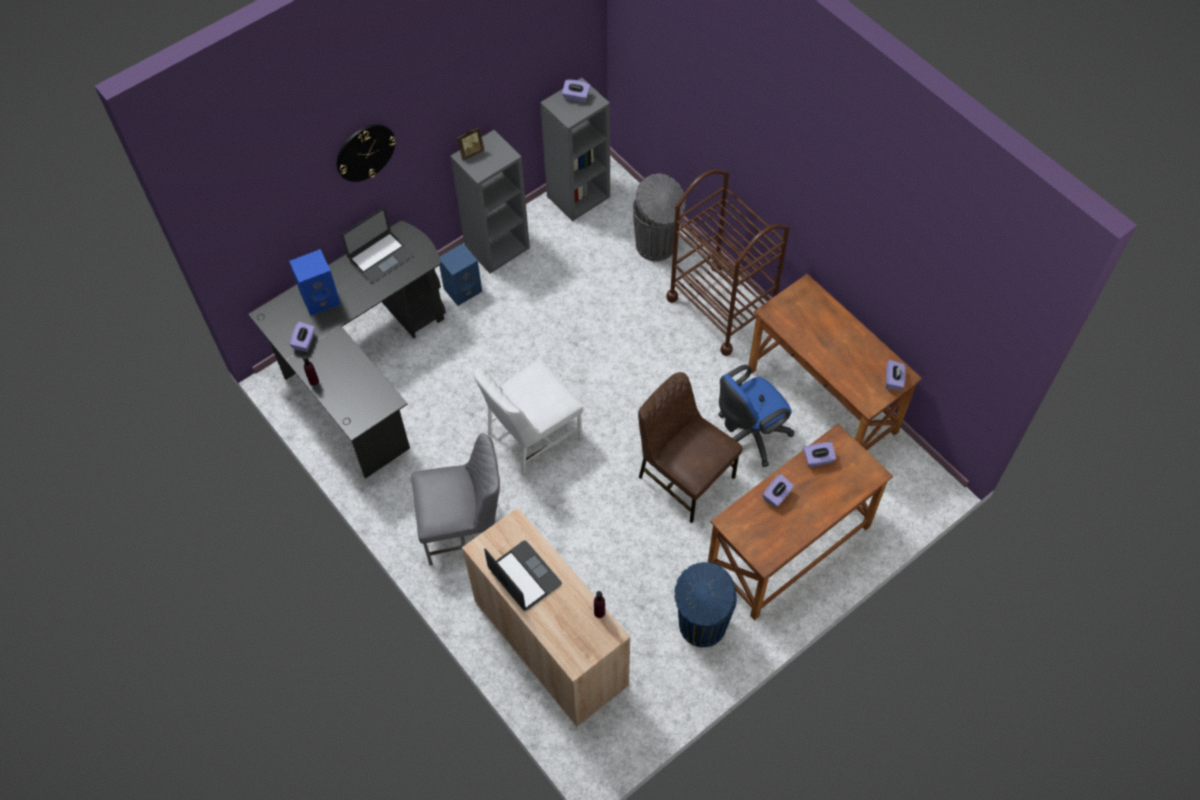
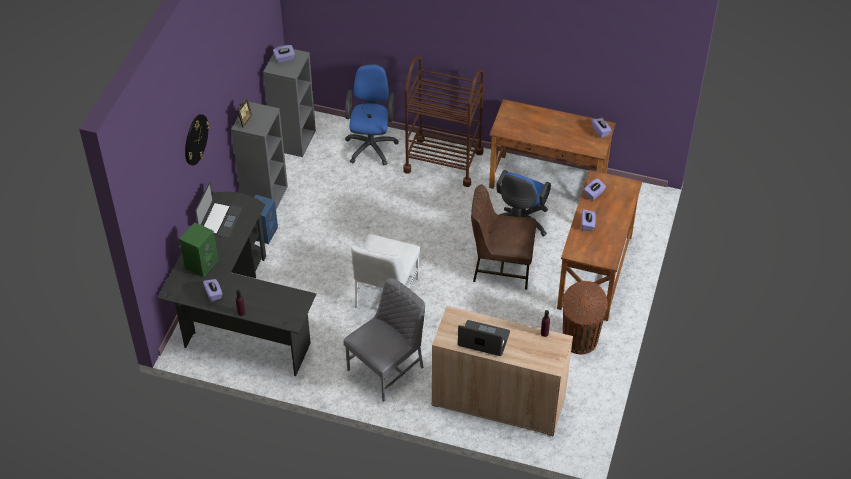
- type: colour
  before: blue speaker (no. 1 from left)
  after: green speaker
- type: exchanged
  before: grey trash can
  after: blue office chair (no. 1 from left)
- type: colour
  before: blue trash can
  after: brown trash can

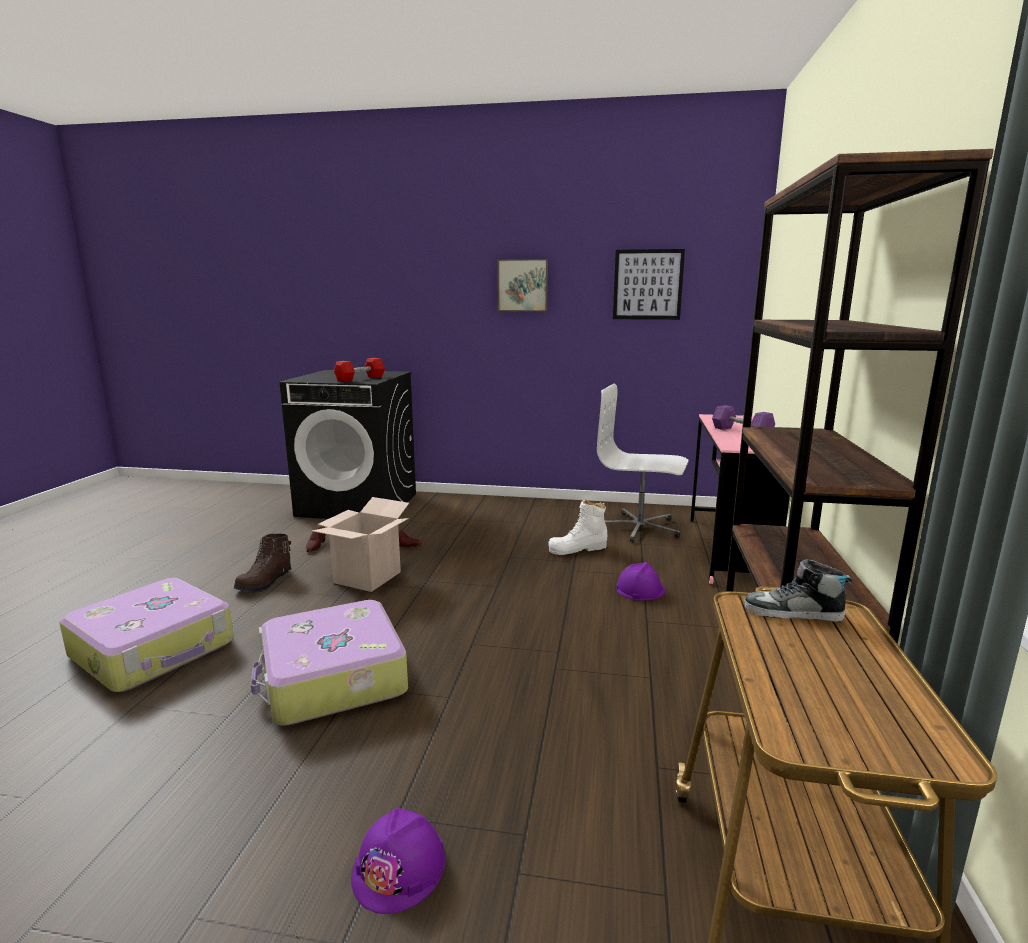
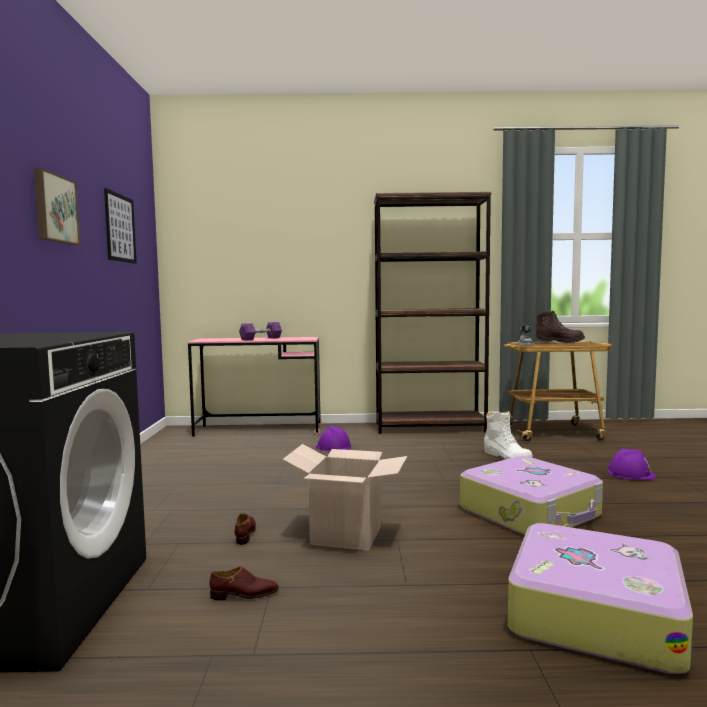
- type: relocated
  before: white boot
- type: relocated
  before: brown boot
- type: missing
  before: red dumbbell
- type: missing
  before: white office chair

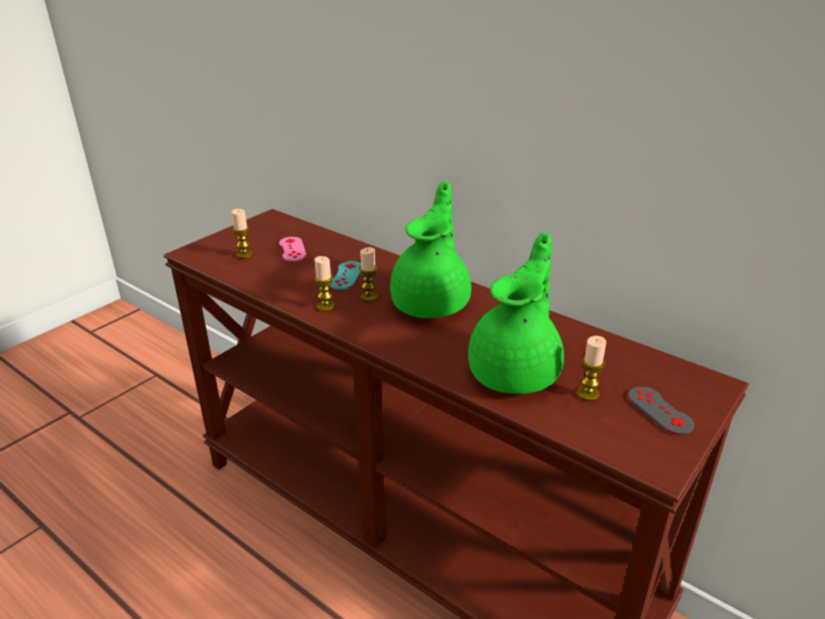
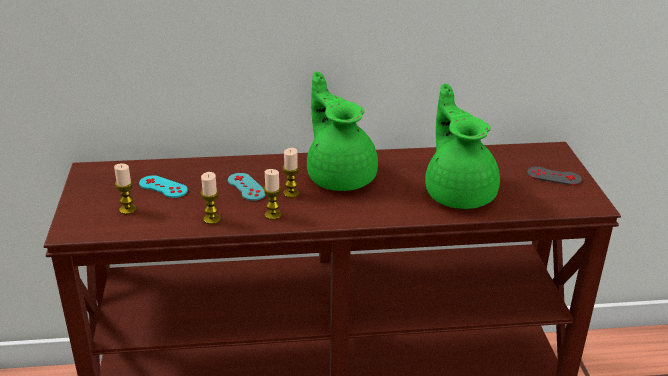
- type: colour
  before: pink game controller
  after: turquoise game controller (no. 1 from left)
- type: relocated
  before: candle (no. 4 from left in the first image)
  after: candle (no. 2 from left)

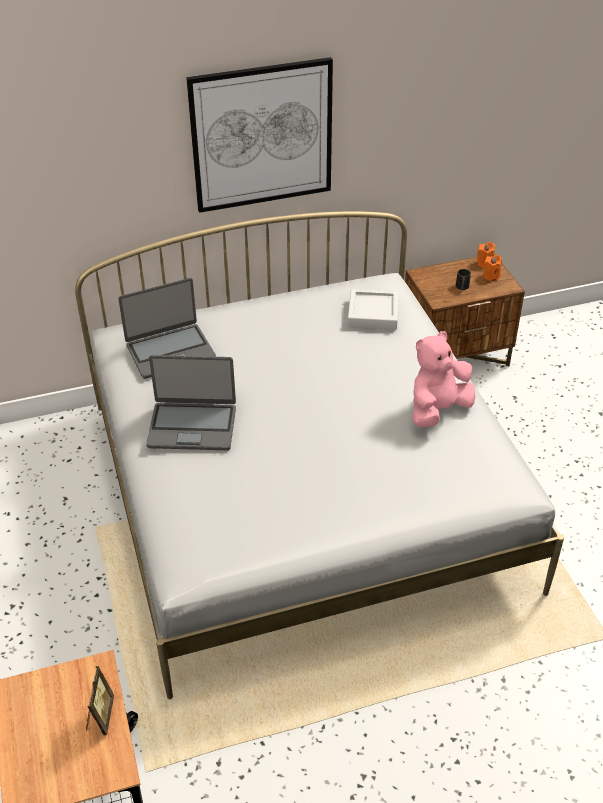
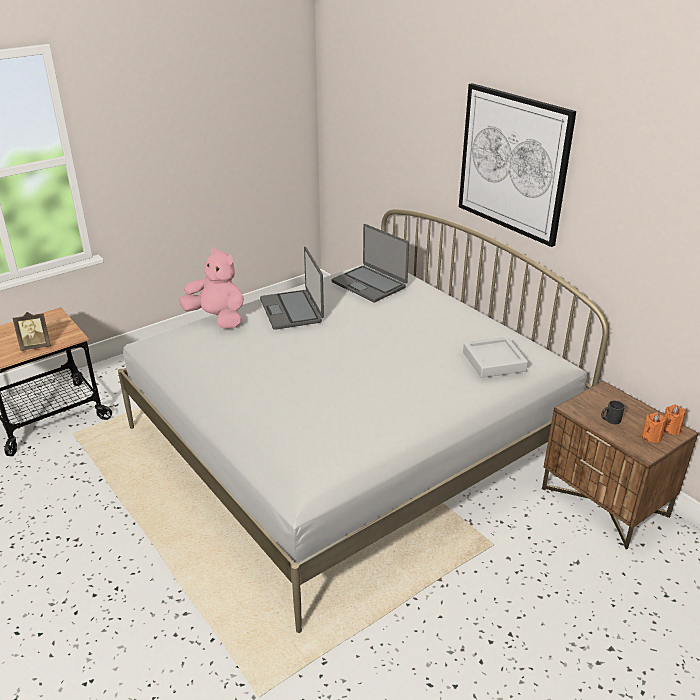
- type: relocated
  before: pink plush toy

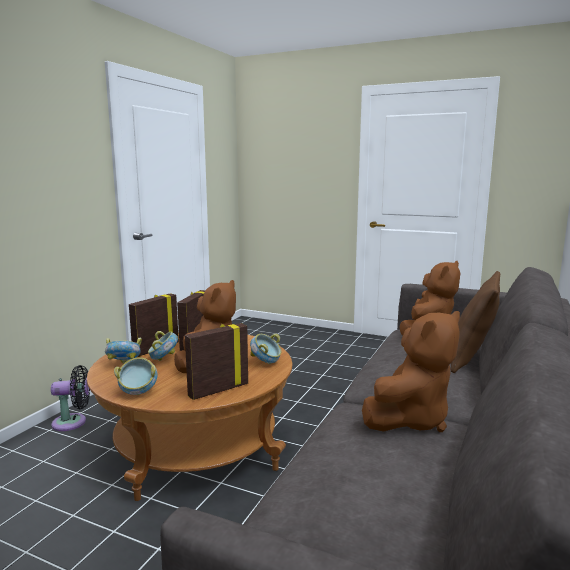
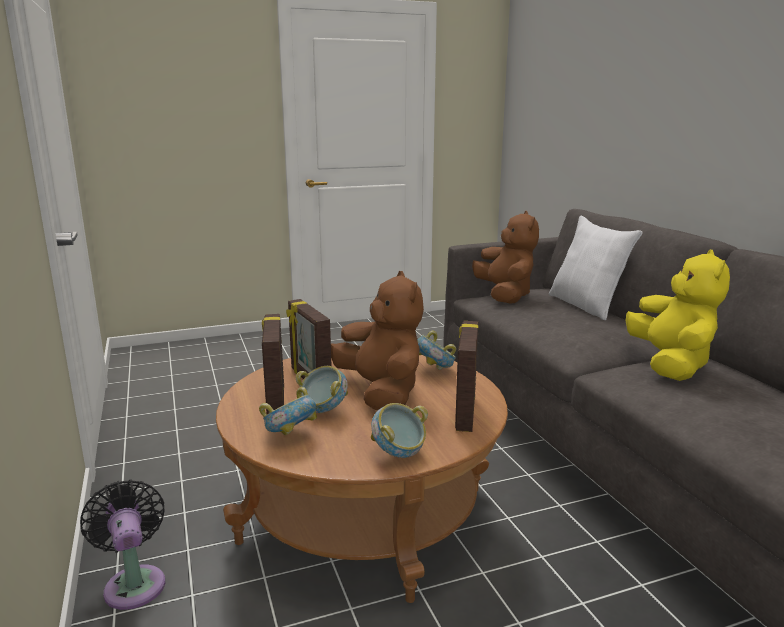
- type: spun
  before: black fan
  turn: -60
- type: colour
  before: brown pillow
  after: white pillow
- type: colour
  before: brown plush toy (no. 2 from left)
  after: yellow plush toy

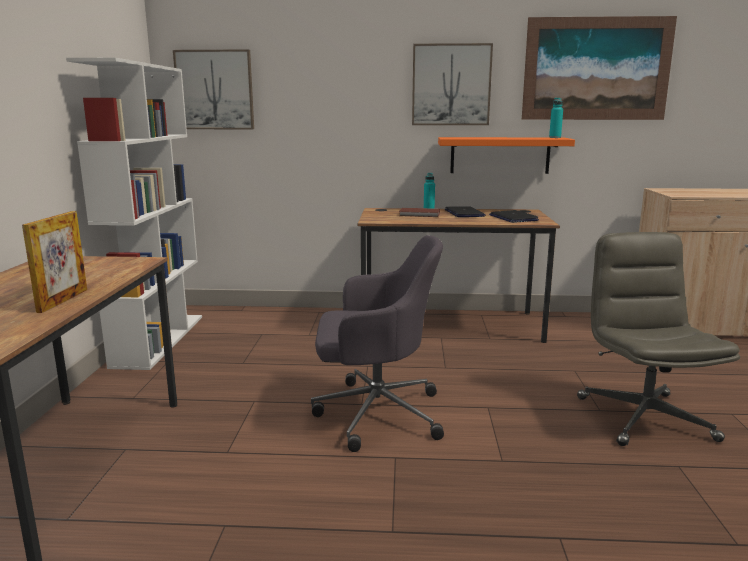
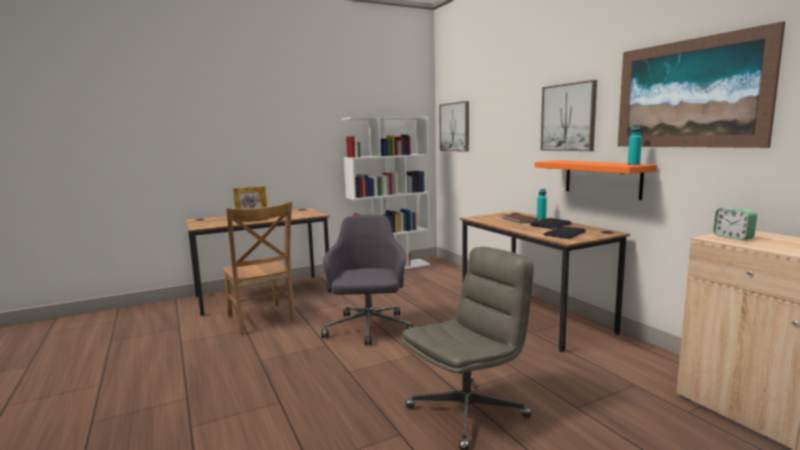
- type: appeared
  after: brown chair
- type: spun
  before: grey office chair (no. 1 from left)
  turn: -150
- type: appeared
  after: alarm clock

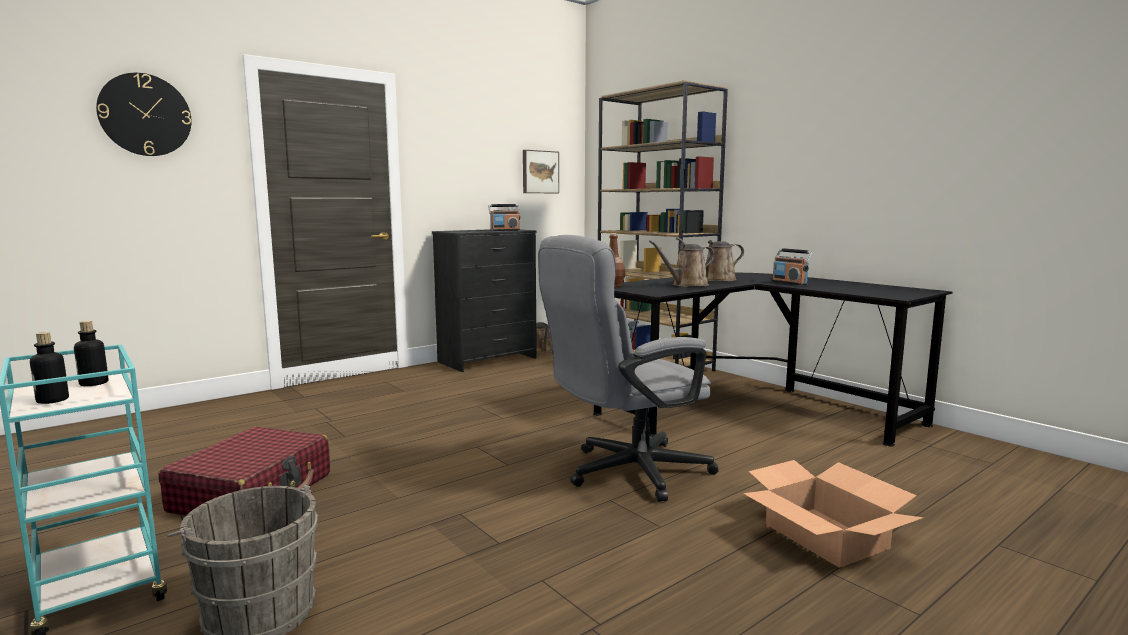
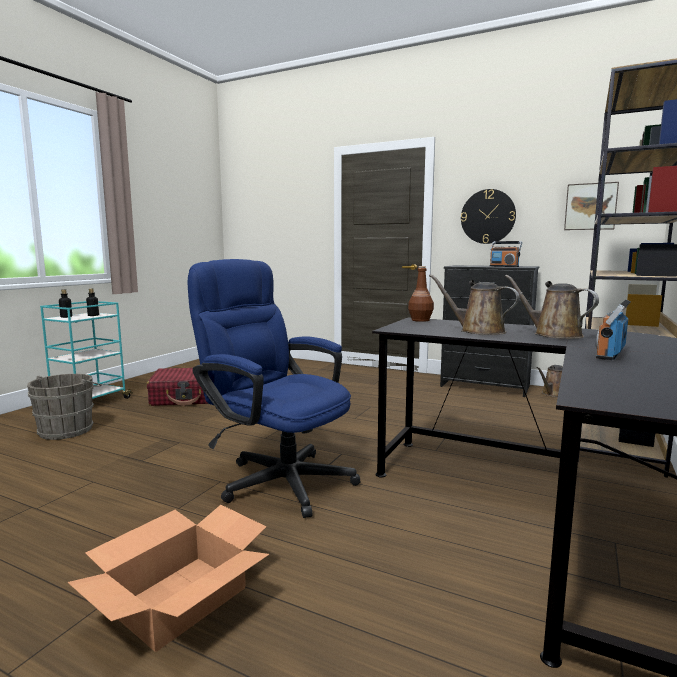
- type: colour
  before: grey office chair
  after: blue office chair
- type: relocated
  before: wall clock

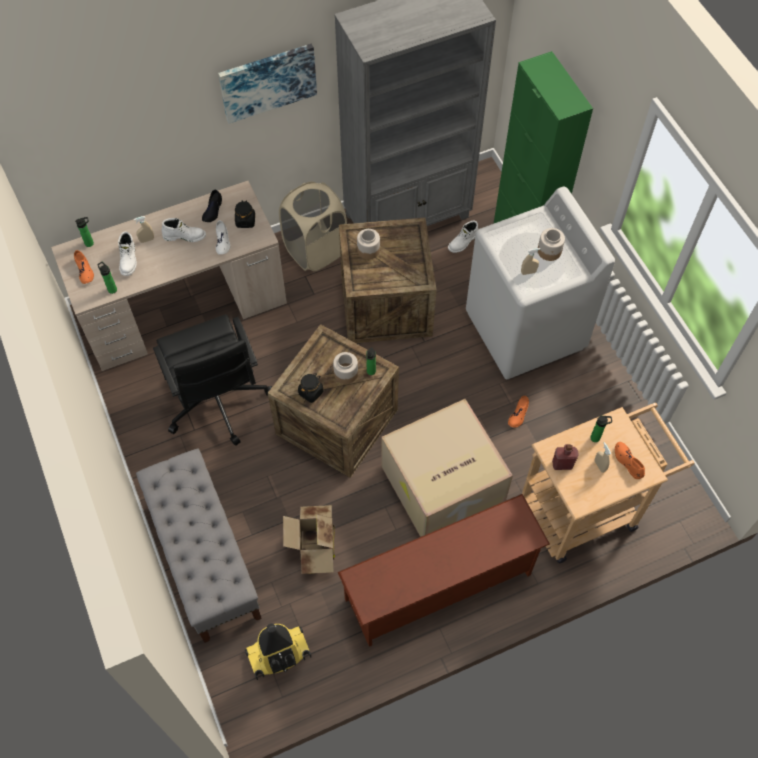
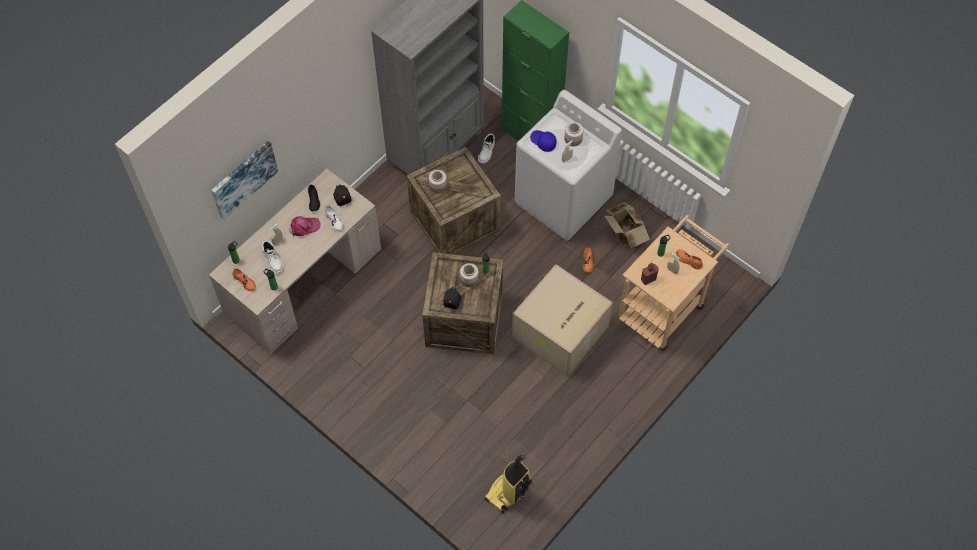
- type: relocated
  before: picture
- type: exchanged
  before: white boot (no. 2 from left)
  after: pink cap
- type: appeared
  after: blue cap
- type: relocated
  before: cardboard box (no. 1 from left in the first image)
  after: cardboard box (no. 2 from left)
- type: missing
  before: grey bench
- type: missing
  before: black office chair
- type: missing
  before: beige laundry basket
- type: missing
  before: brown shoe rack

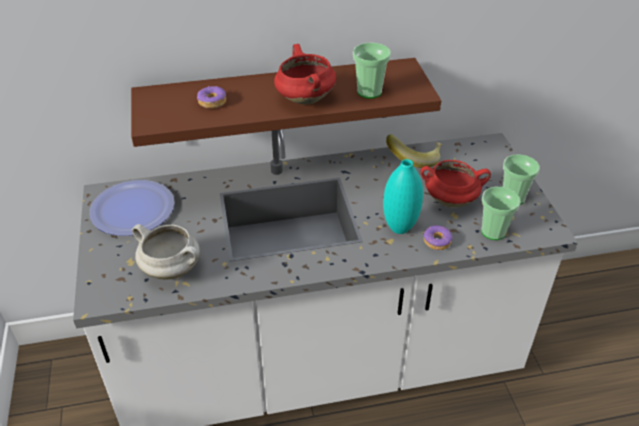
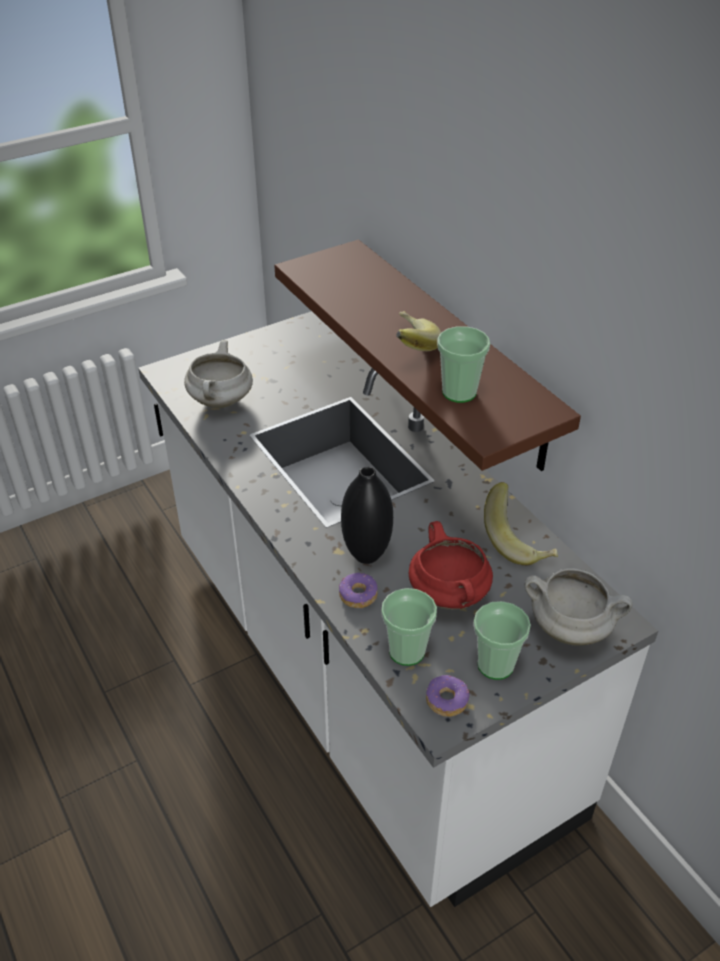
- type: colour
  before: turquoise vase
  after: black vase
- type: exchanged
  before: red cooking pot (no. 1 from left)
  after: banana (no. 1 from left)
- type: relocated
  before: donut (no. 1 from left in the first image)
  after: donut (no. 2 from left)
- type: appeared
  after: white cooking pot (no. 2 from left)
- type: missing
  before: plate

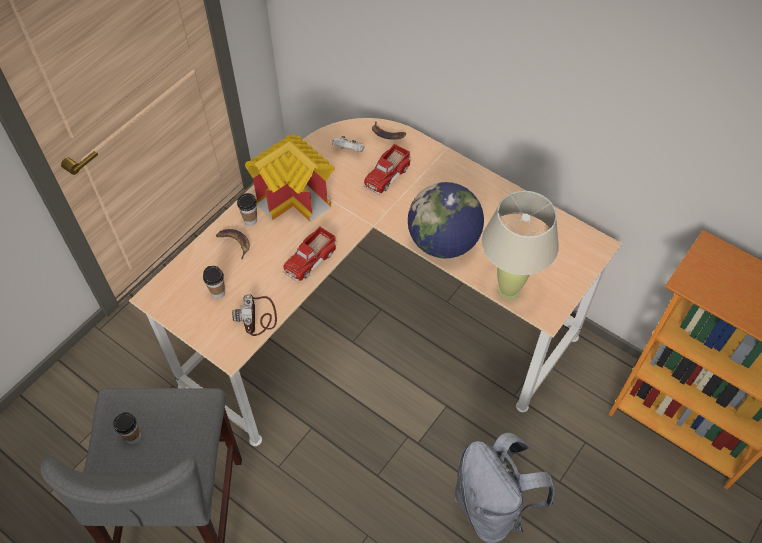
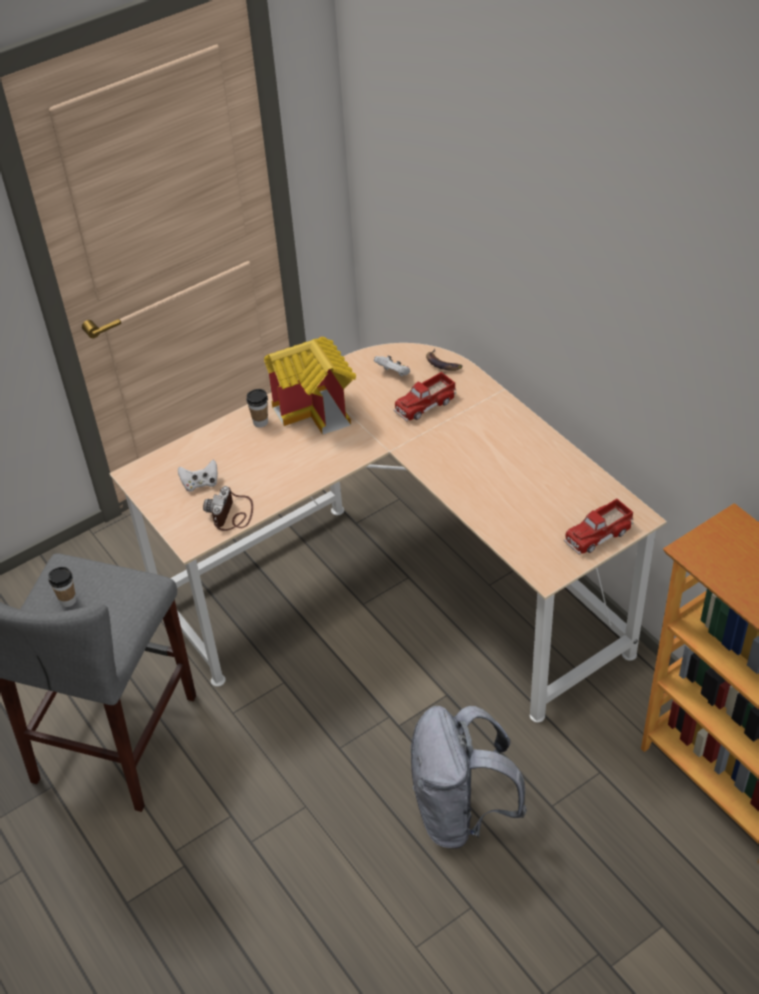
- type: exchanged
  before: cup (no. 2 from left)
  after: white game controller (no. 1 from left)
- type: relocated
  before: toy truck (no. 1 from left in the first image)
  after: toy truck (no. 2 from left)
- type: missing
  before: banana (no. 1 from left)
- type: missing
  before: globe
- type: missing
  before: beige table lamp

